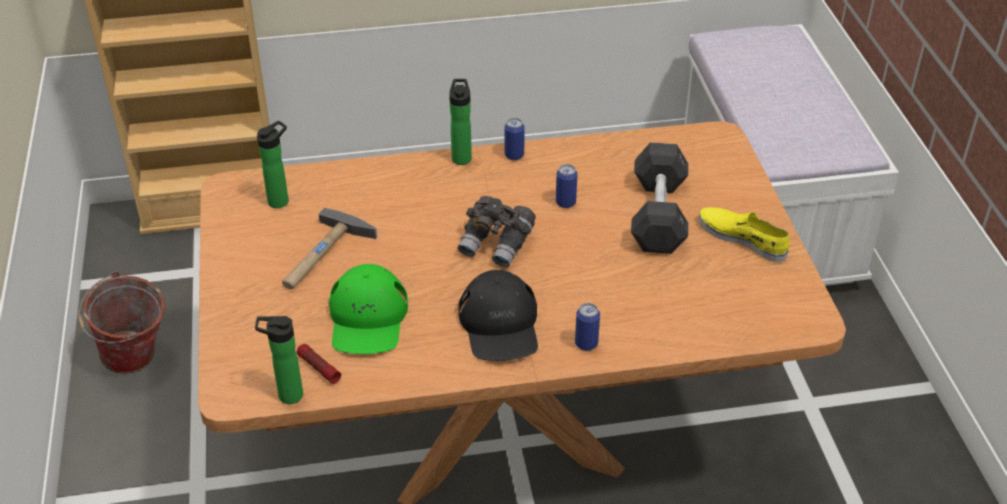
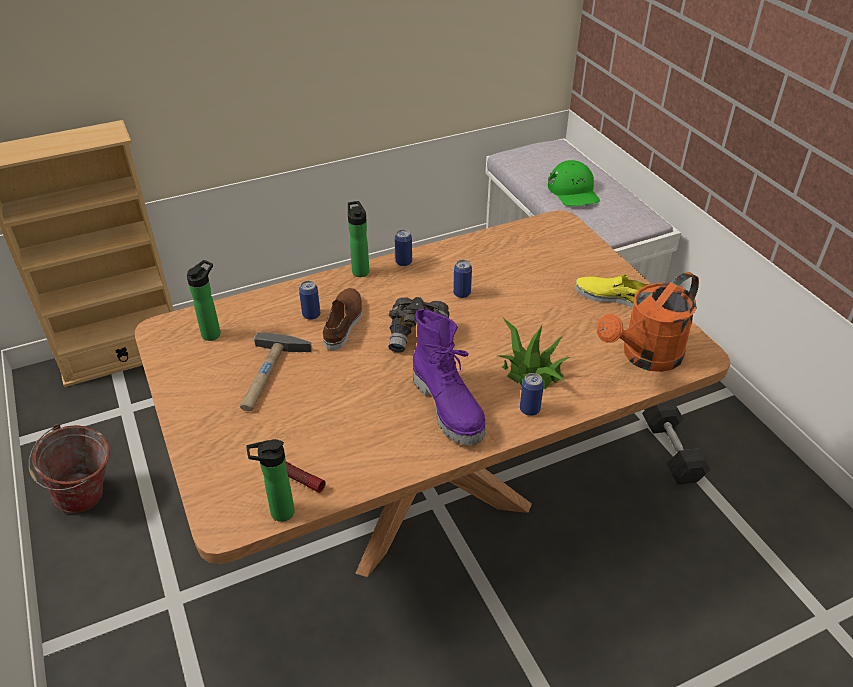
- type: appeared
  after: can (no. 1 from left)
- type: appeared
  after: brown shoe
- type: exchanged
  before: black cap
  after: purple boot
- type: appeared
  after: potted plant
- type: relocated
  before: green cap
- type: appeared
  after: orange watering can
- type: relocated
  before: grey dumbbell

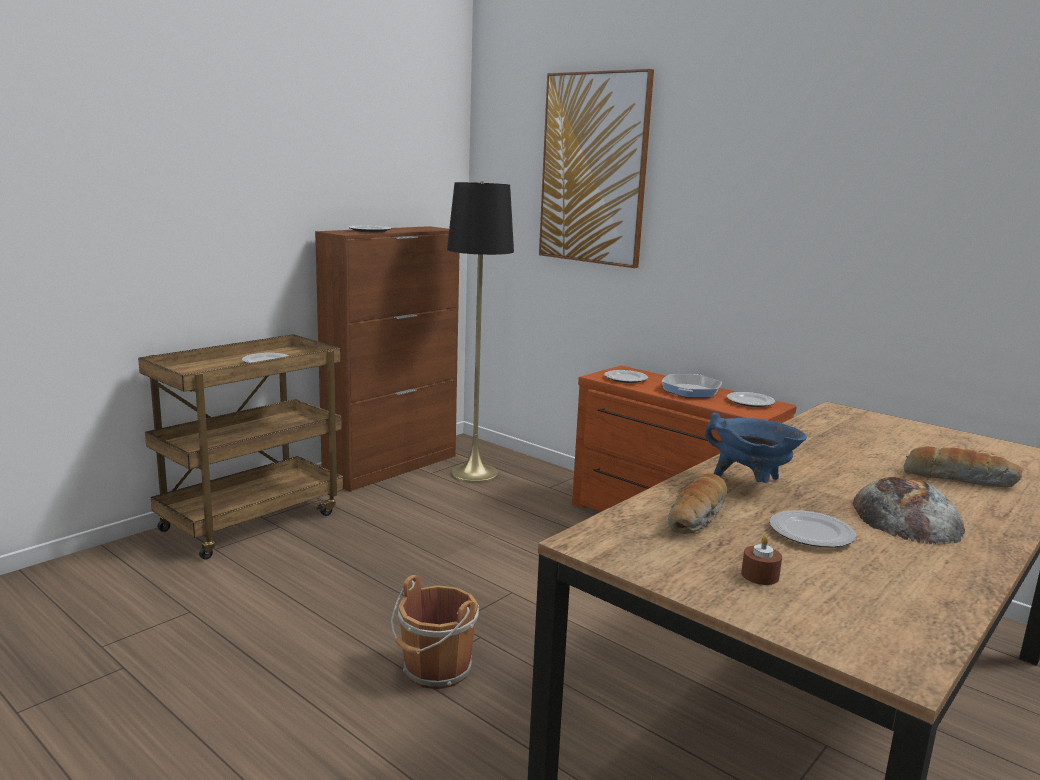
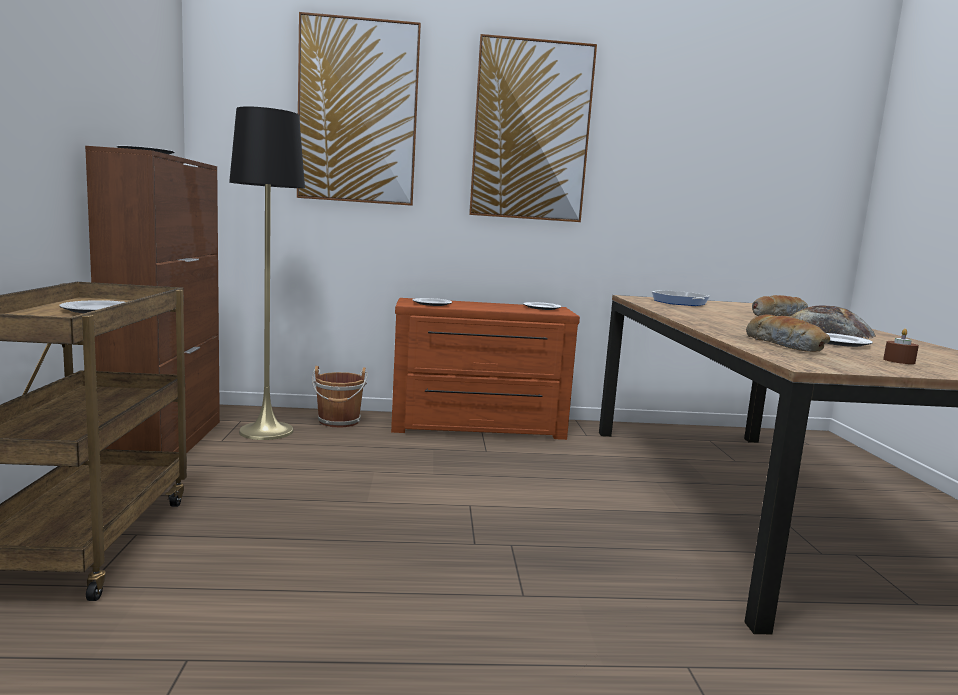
- type: relocated
  before: brown bucket
- type: appeared
  after: picture (no. 2 from left)
- type: relocated
  before: frying pan
- type: missing
  before: blue cooking pot

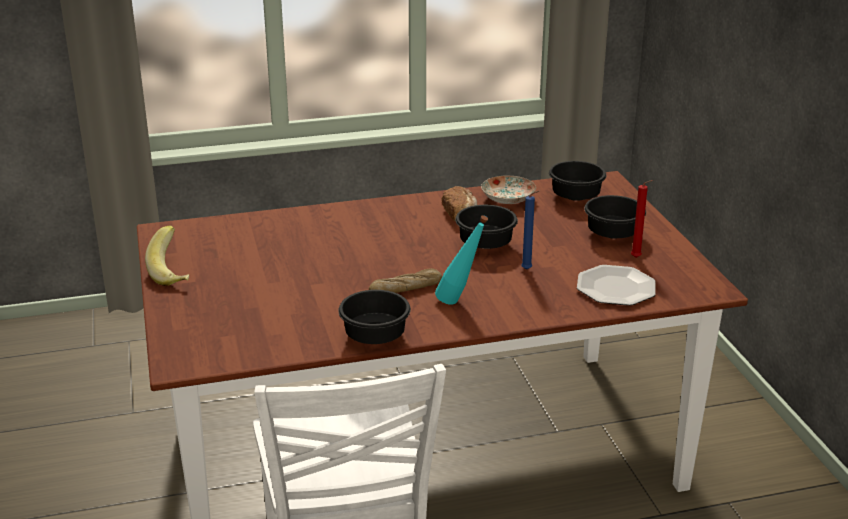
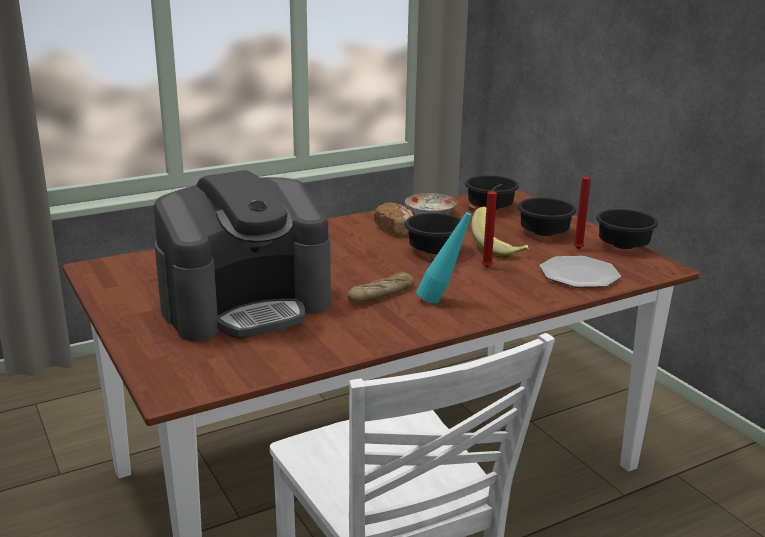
- type: appeared
  after: coffee machine
- type: relocated
  before: banana
- type: colour
  before: blue candle
  after: red candle (no. 1 from left)
- type: relocated
  before: black bowl (no. 1 from left in the first image)
  after: black bowl (no. 4 from left)

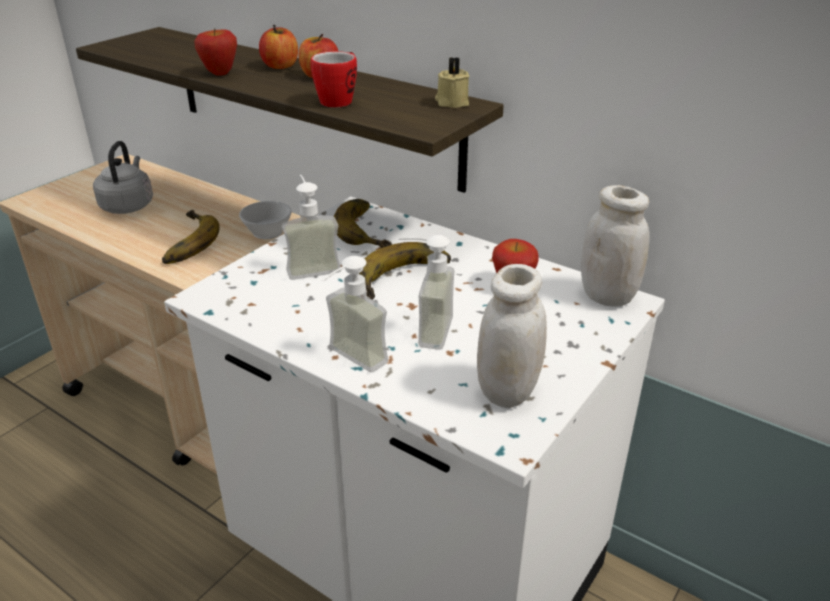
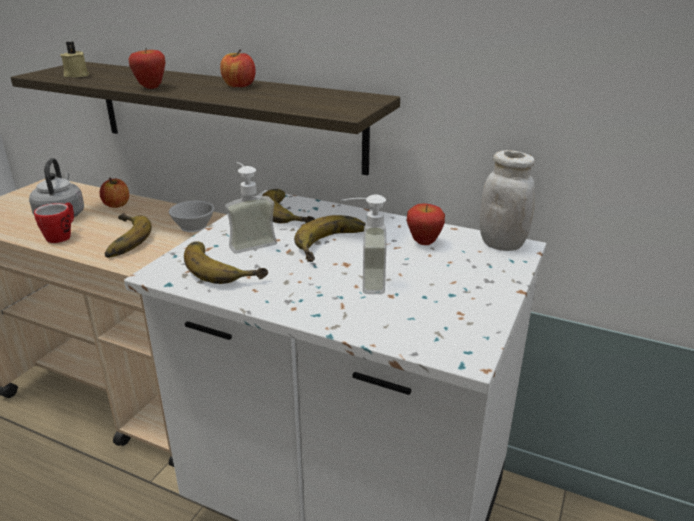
- type: relocated
  before: mug
- type: relocated
  before: beige candle
- type: relocated
  before: apple (no. 2 from left in the first image)
  after: apple (no. 1 from left)
- type: appeared
  after: banana (no. 2 from left)
- type: missing
  before: soap dispenser (no. 2 from left)
- type: missing
  before: white jar (no. 1 from left)

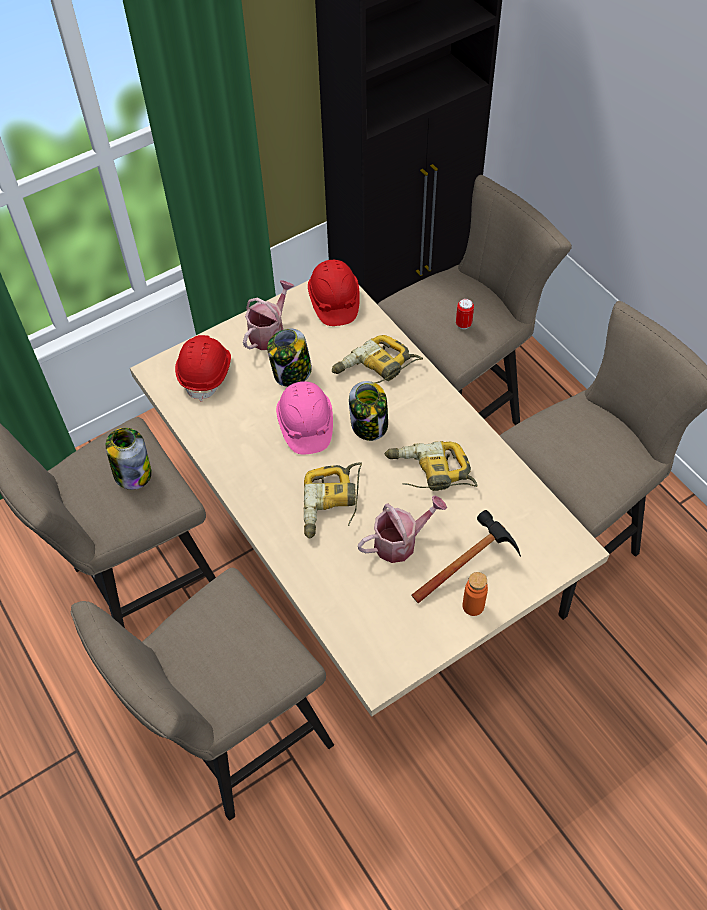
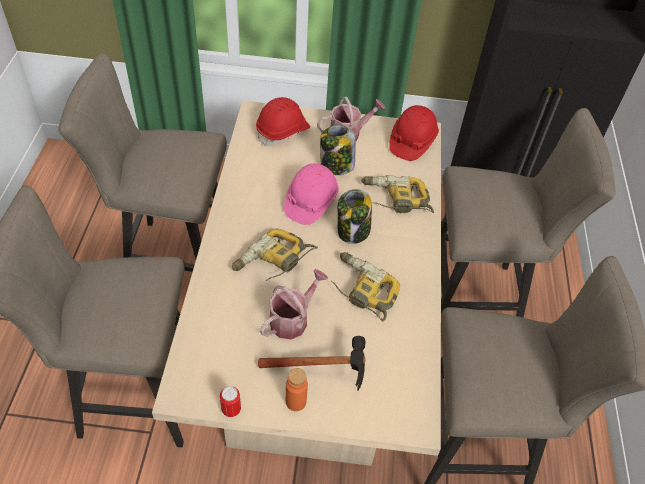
- type: relocated
  before: can
- type: spun
  before: watering can (no. 2 from left in the first image)
  turn: -60
- type: missing
  before: jar (no. 1 from left)

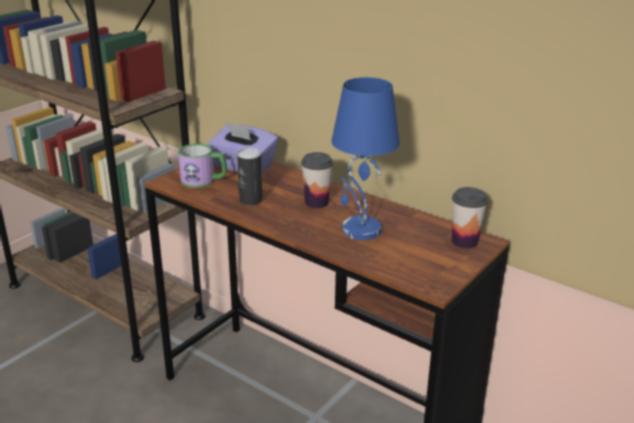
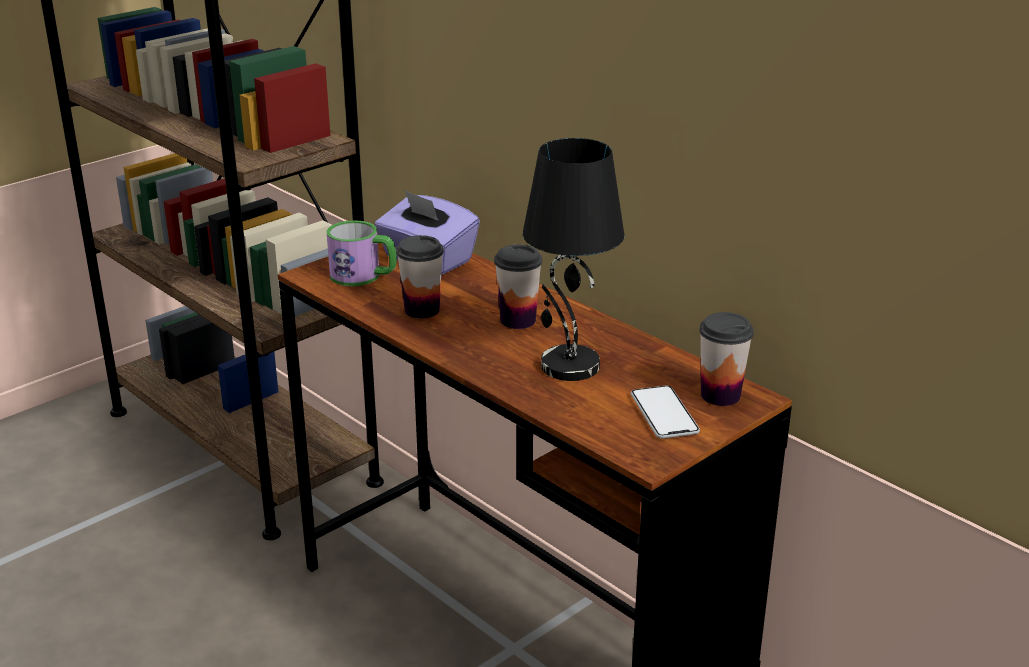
- type: exchanged
  before: can
  after: cup (no. 1 from left)
- type: colour
  before: blue table lamp
  after: black table lamp
- type: appeared
  after: phone

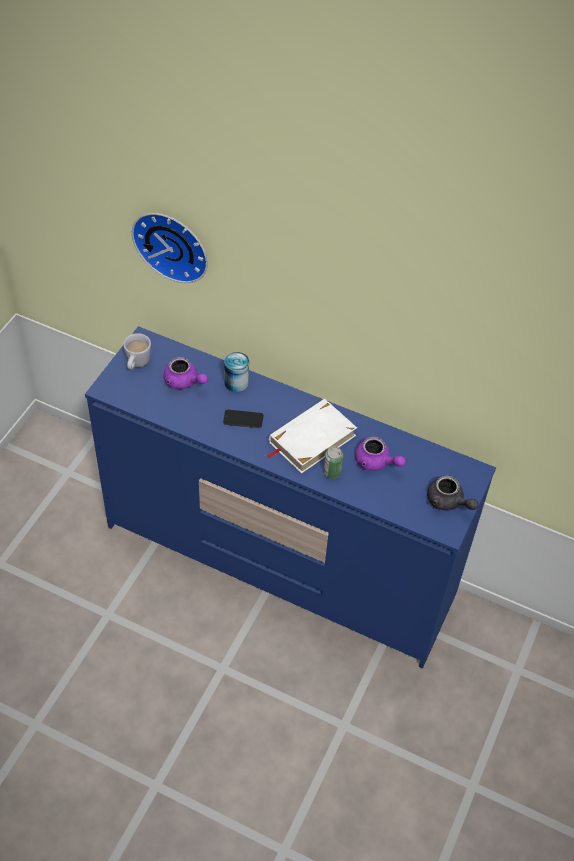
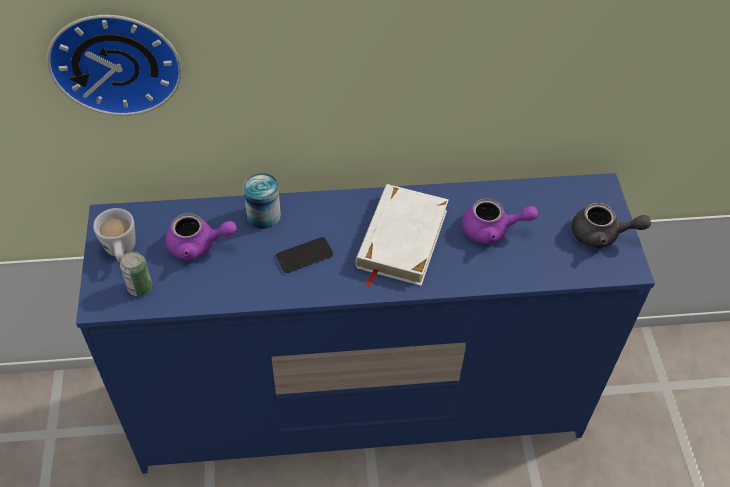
- type: relocated
  before: can (no. 2 from left in the first image)
  after: can (no. 1 from left)

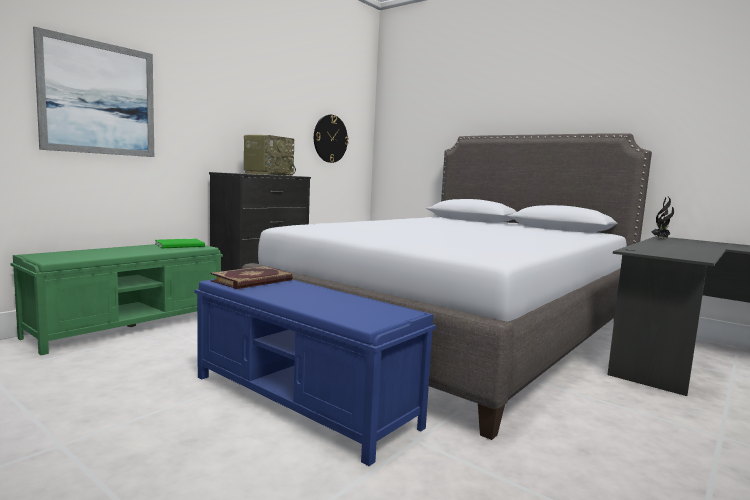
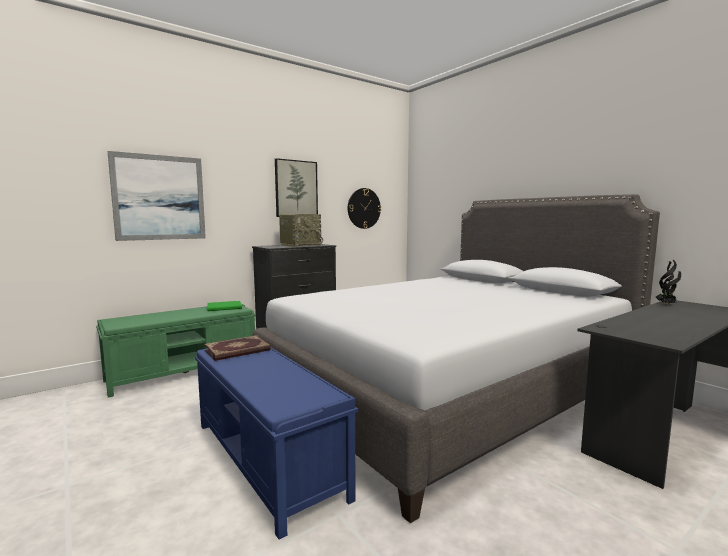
- type: appeared
  after: picture (no. 2 from left)

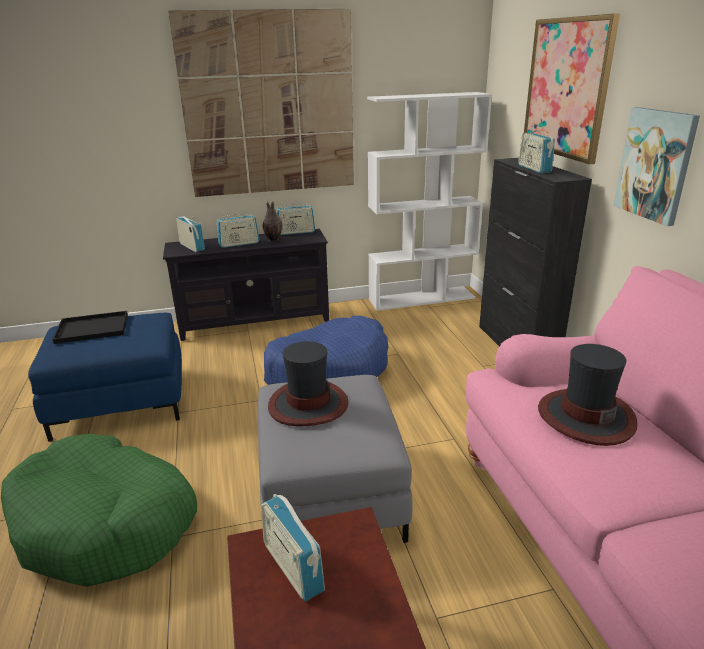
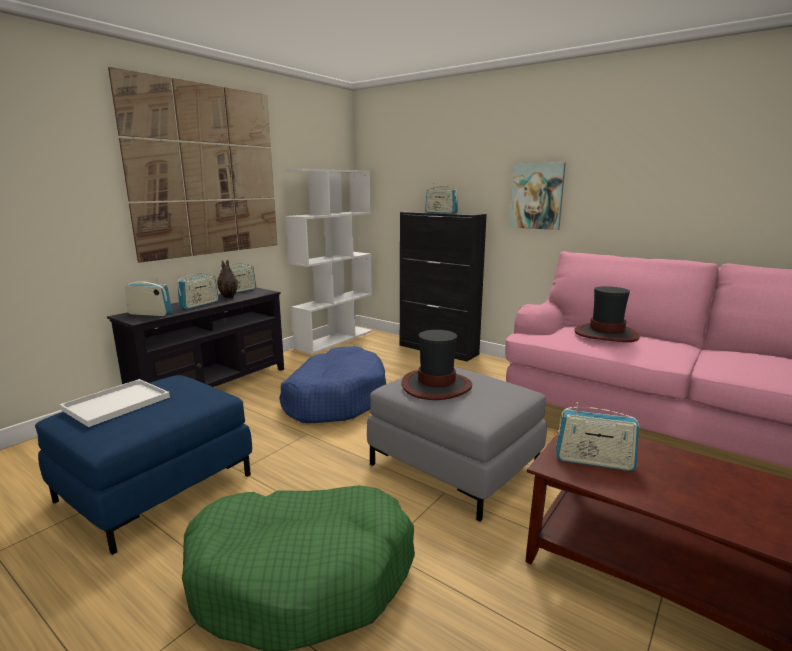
- type: colour
  before: black tray
  after: white tray
- type: missing
  before: picture (no. 2 from left)

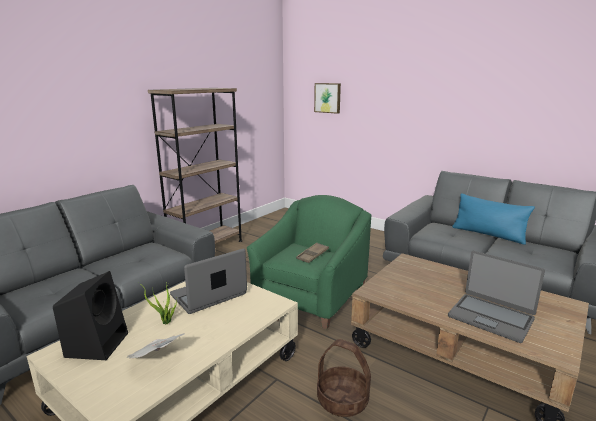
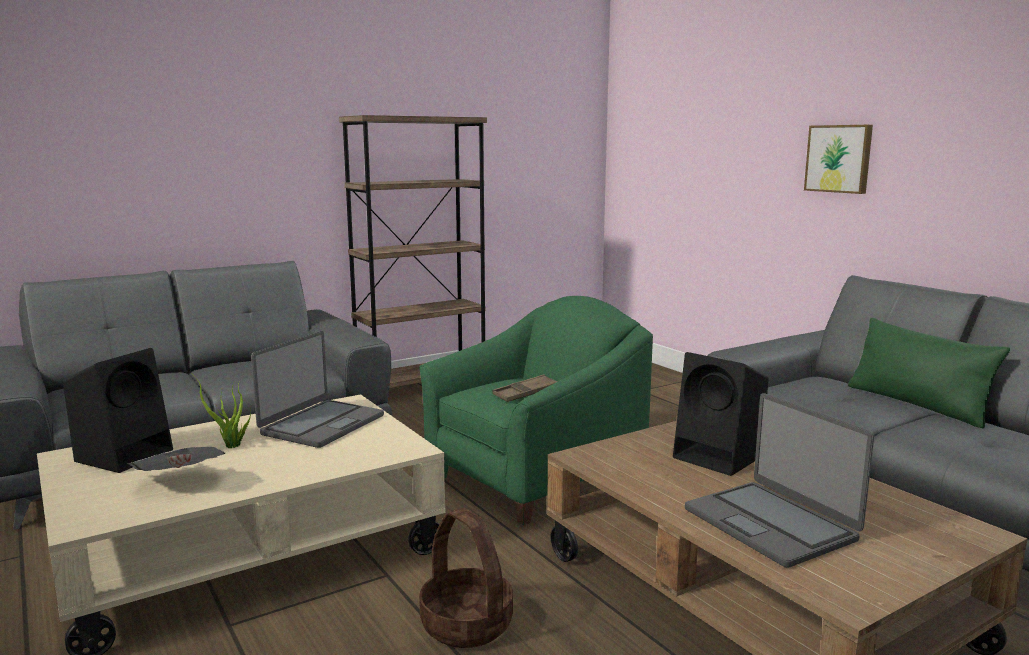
- type: spun
  before: laptop (no. 1 from left)
  turn: 135
- type: appeared
  after: black speaker (no. 2 from left)
- type: relocated
  before: picture
- type: colour
  before: blue pillow
  after: green pillow

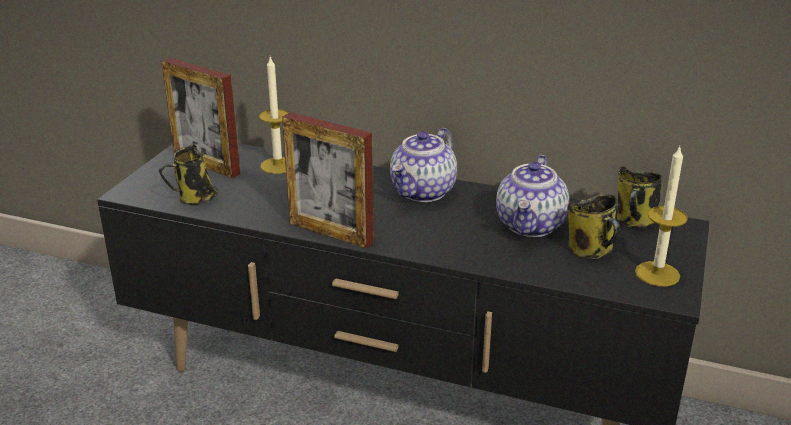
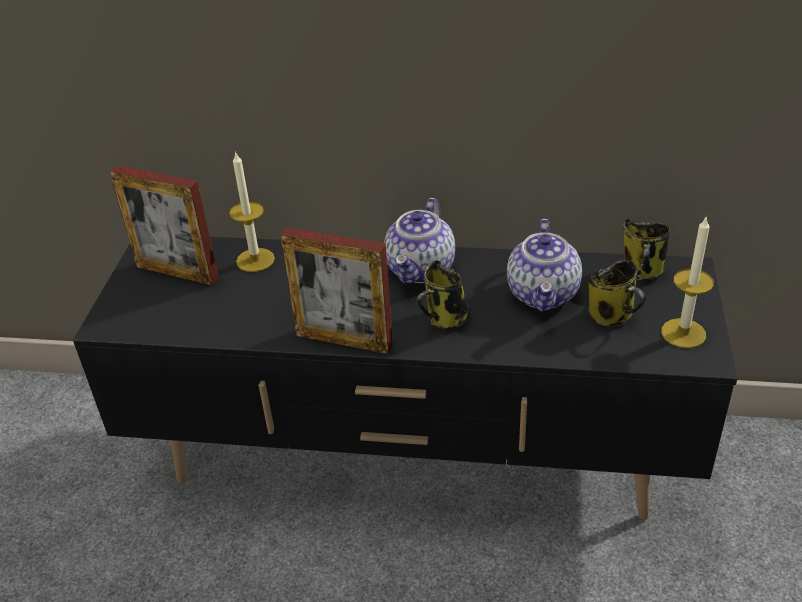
- type: relocated
  before: mug (no. 1 from left)

